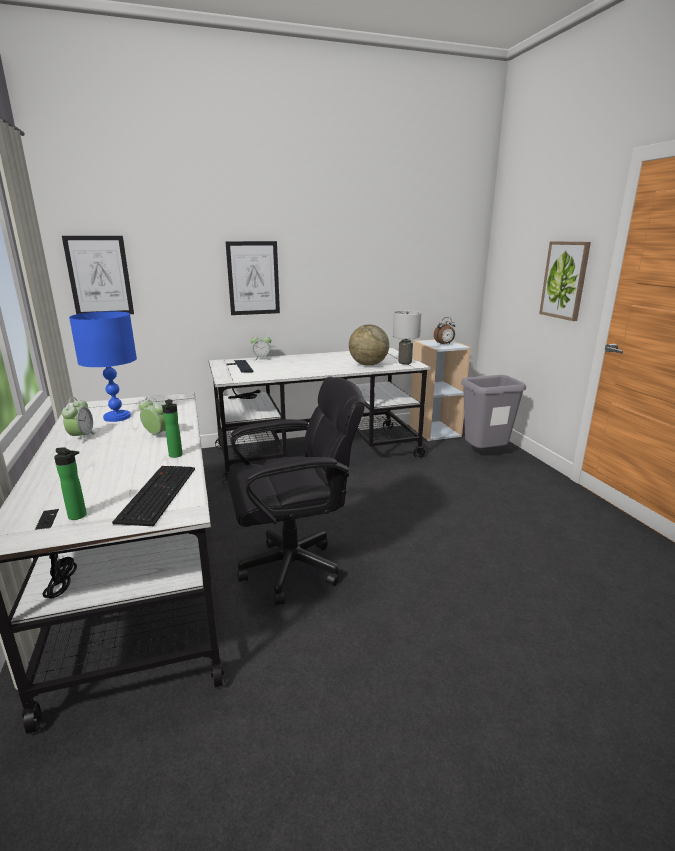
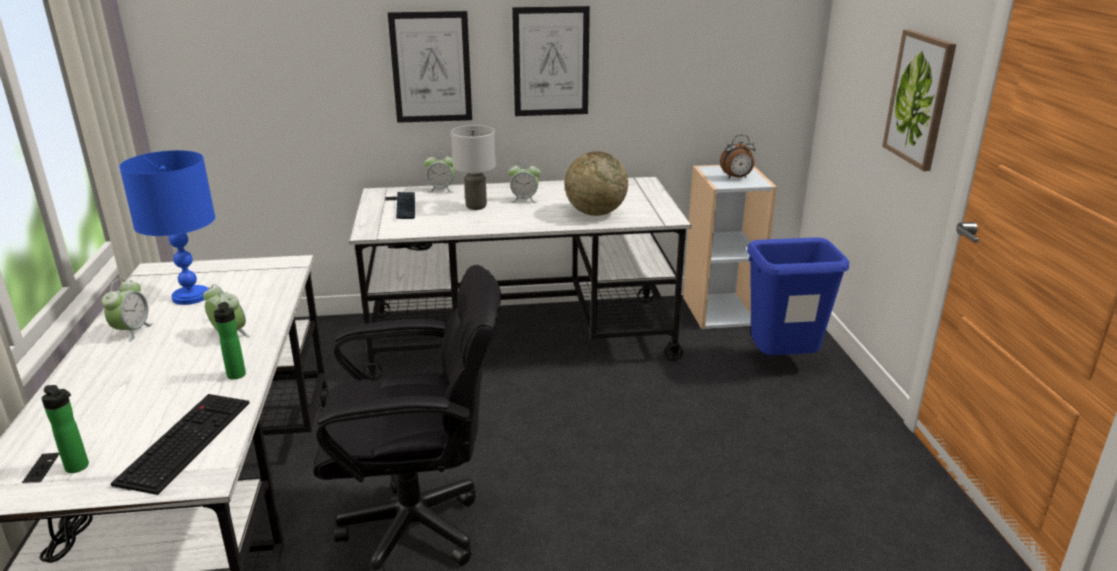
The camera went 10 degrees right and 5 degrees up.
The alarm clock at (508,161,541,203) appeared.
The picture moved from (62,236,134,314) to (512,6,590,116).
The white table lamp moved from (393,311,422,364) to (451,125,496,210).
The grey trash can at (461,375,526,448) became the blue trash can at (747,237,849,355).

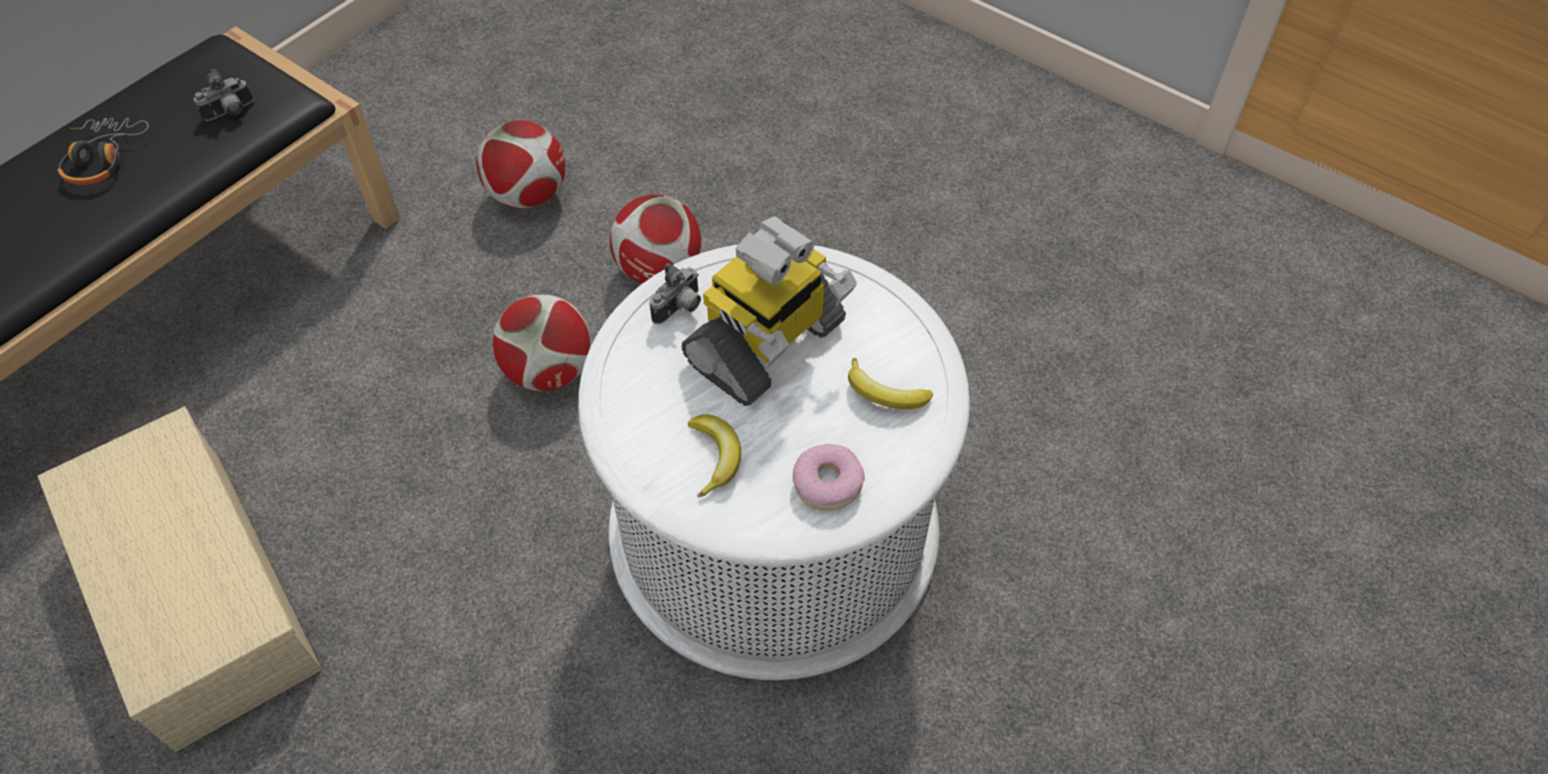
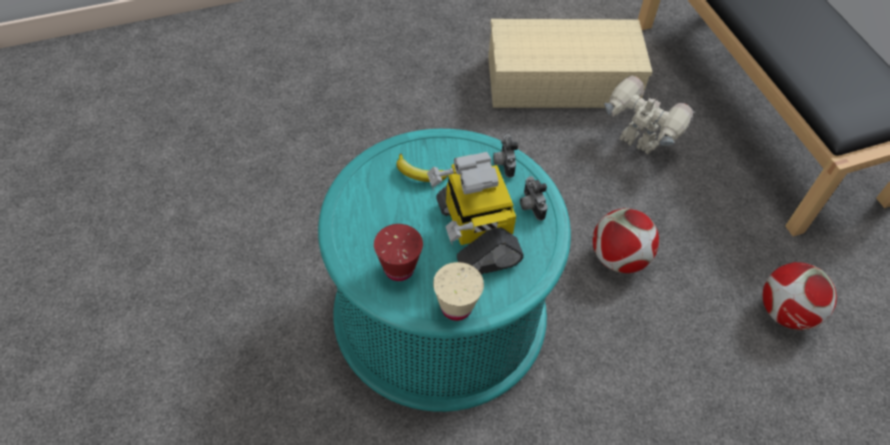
The camera went 120 degrees right and 0 degrees up.
The headphones at (57,118,148,185) disappeared.
The football at (610,194,701,284) disappeared.
The donut at (793,444,865,510) disappeared.
The beige cup at (433,262,484,321) appeared.
The toy robot at (604,76,693,154) appeared.
The photo camera moved from (193,69,254,121) to (493,134,519,178).
The banana at (848,358,933,409) was replaced by the red cup at (374,224,423,281).
The white coffee table at (578,244,970,680) became the turquoise coffee table at (318,129,571,412).

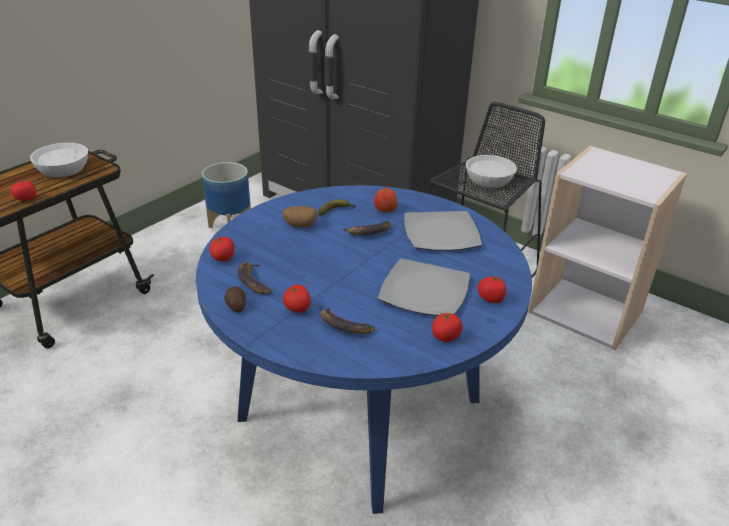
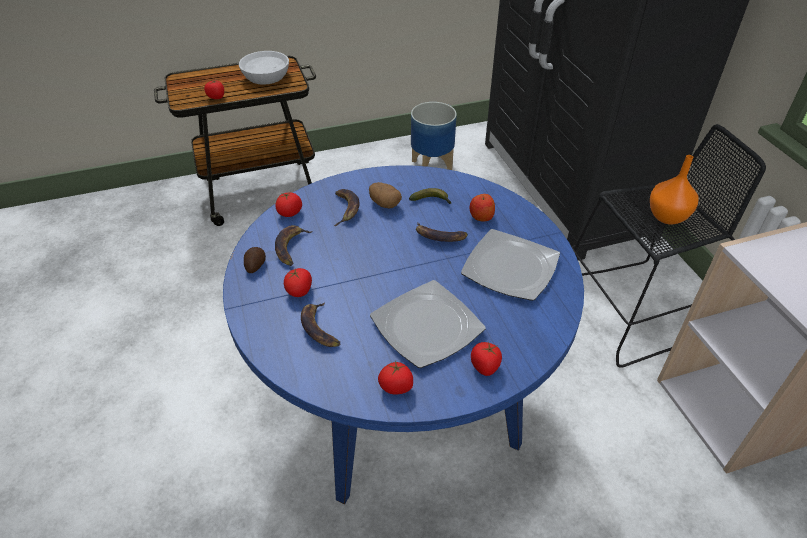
The camera went 35 degrees right and 10 degrees up.
The banana at (334,189,360,226) appeared.
The white bowl at (466,155,517,188) was replaced by the orange vase at (650,155,699,225).

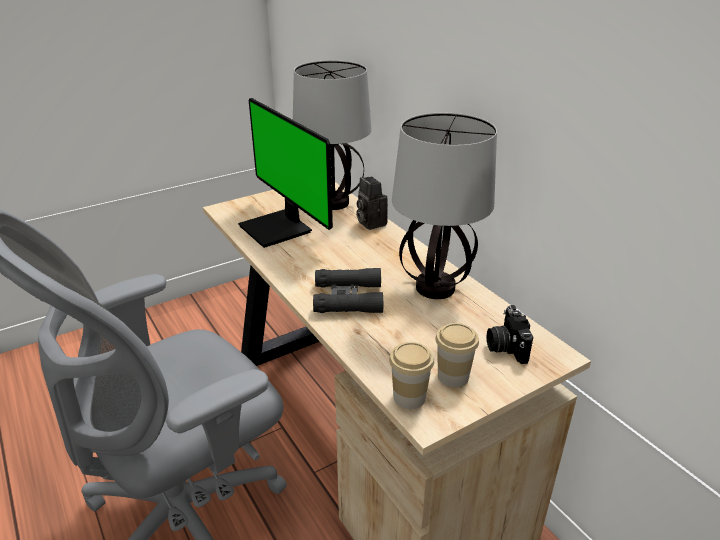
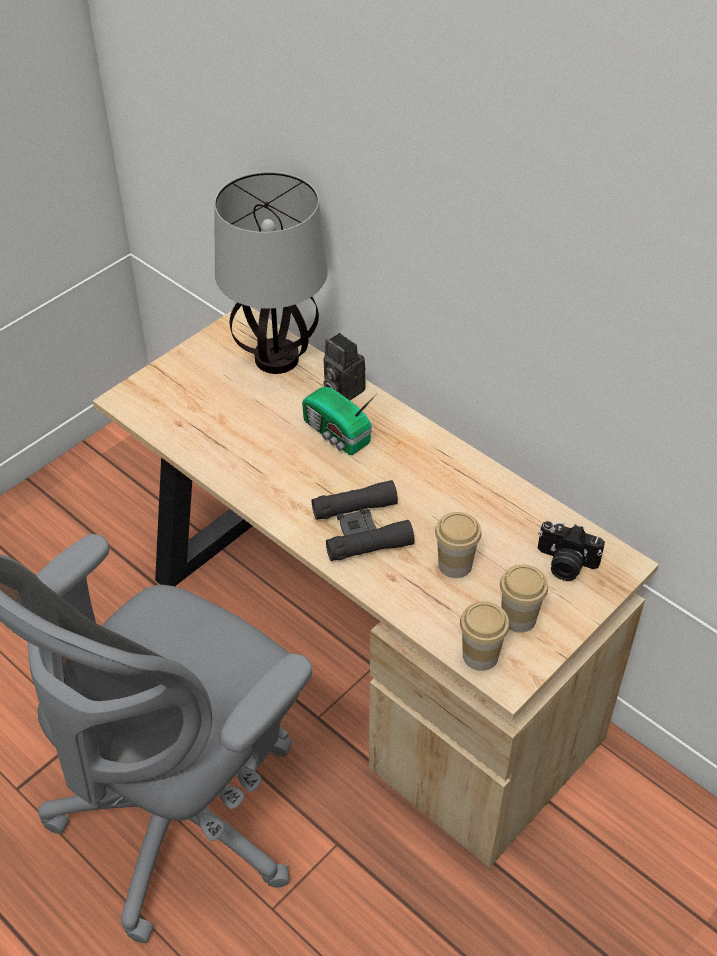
The camera went 15 degrees left and 15 degrees up.
The monitor at (238,98,333,248) disappeared.
The table lamp at (392,113,497,299) disappeared.
The radio at (302,387,376,455) appeared.
The cup at (435,512,482,578) appeared.
The photo camera at (487,305,533,364) turned 45 degrees counterclockwise.

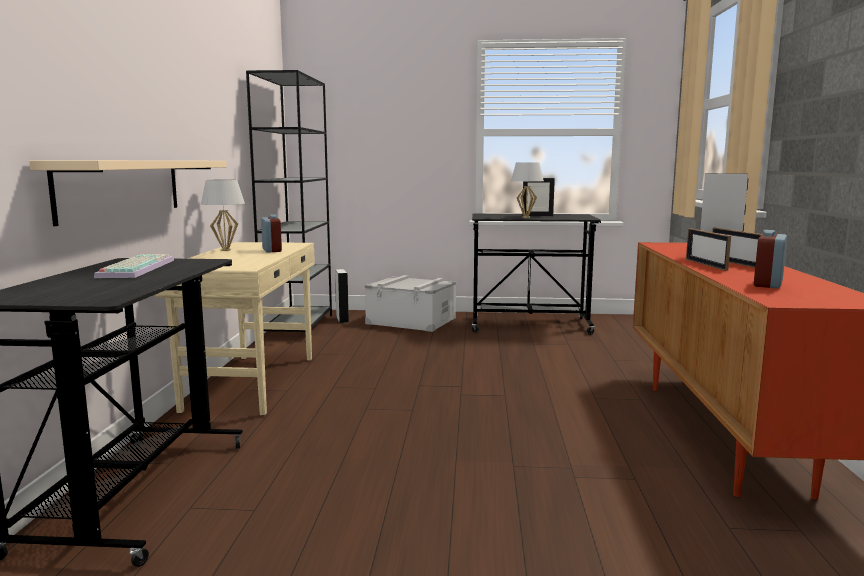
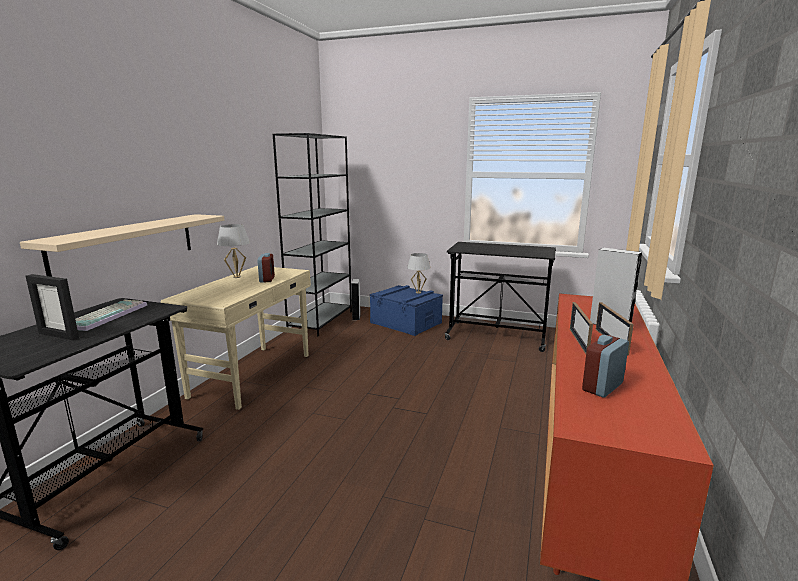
The camera went 15 degrees right and 5 degrees up.
The white table lamp moved from (511,162,544,218) to (407,253,431,294).
The picture frame moved from (522,178,555,216) to (26,274,79,340).
The grey storage box at (365,275,456,332) became the blue storage box at (370,285,443,336).

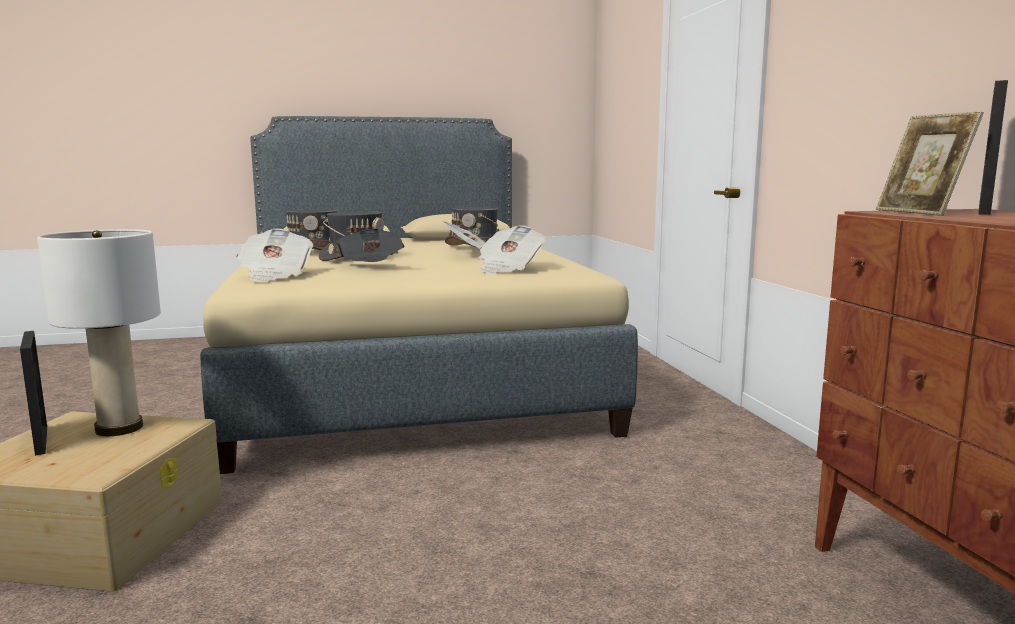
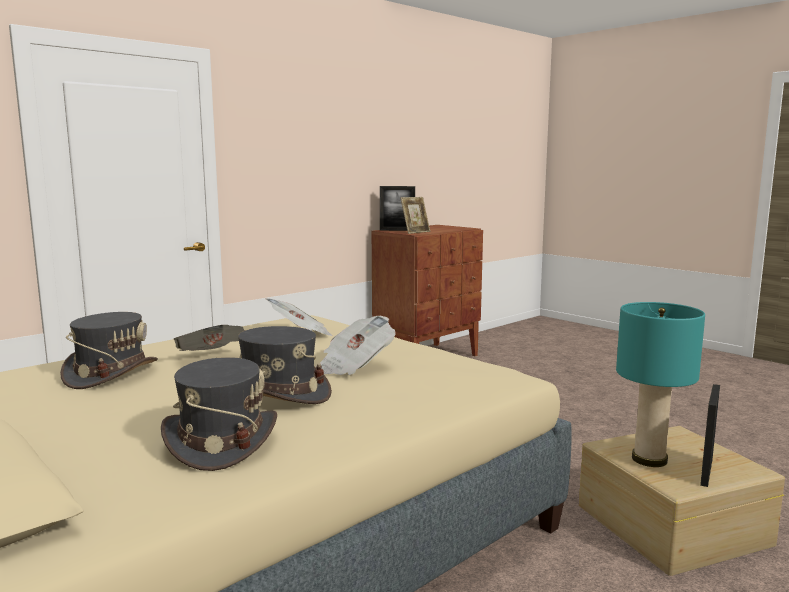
The camera went 120 degrees left and 0 degrees up.
The newspaper at (236,229,314,282) disappeared.
The white table lamp at (37,229,161,436) became the turquoise table lamp at (616,302,705,467).

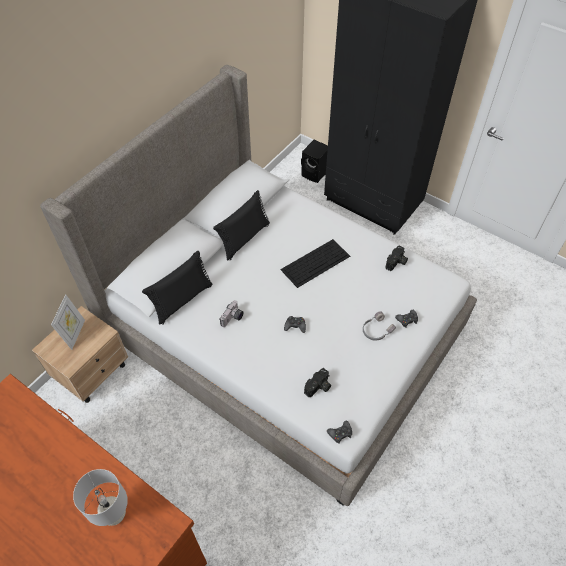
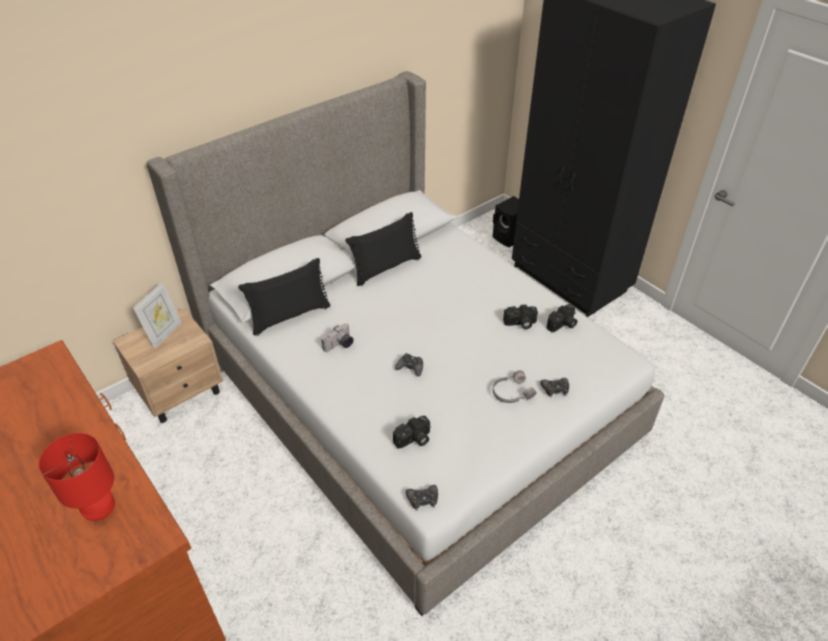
The camera went 15 degrees right and 10 degrees down.
The keyboard at (280,239,350,288) disappeared.
The photo camera at (503,305,538,329) appeared.
The grey table lamp at (73,469,128,526) became the red table lamp at (39,433,115,521).

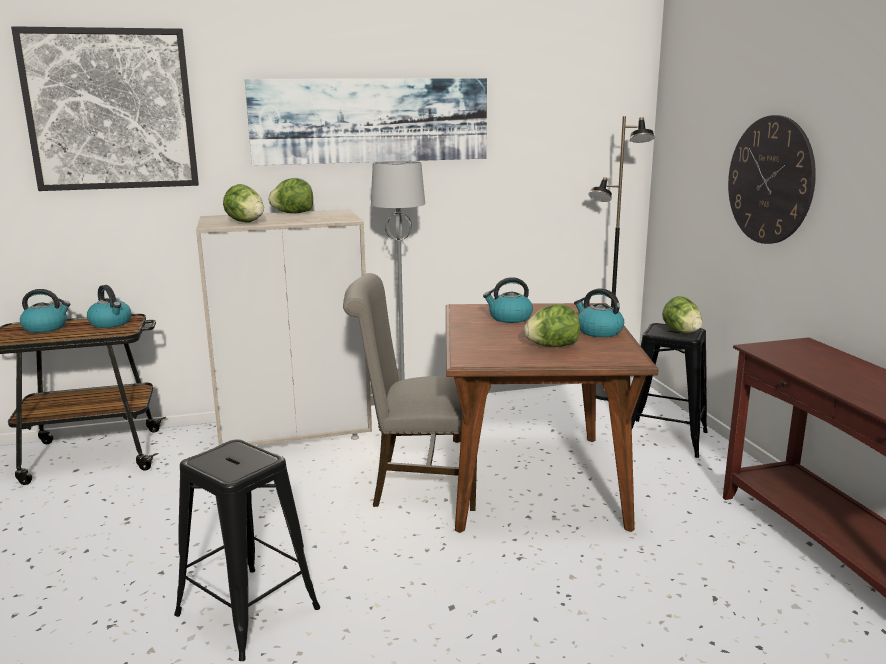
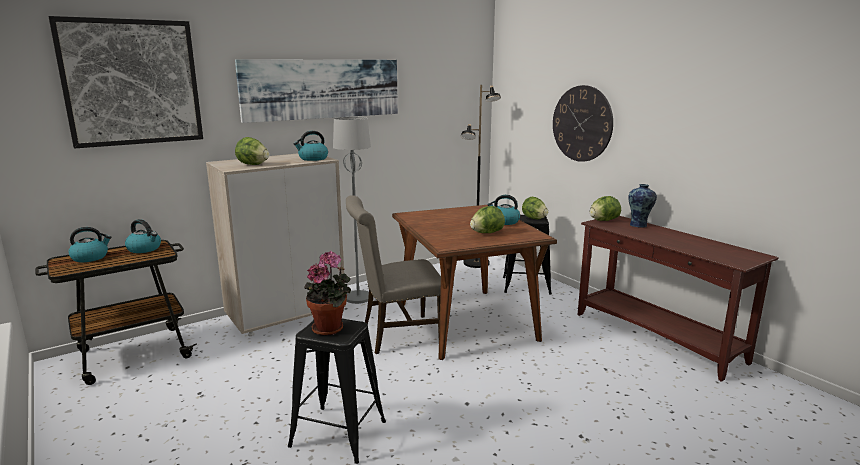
The camera went 20 degrees left and 0 degrees up.
The potted plant at (304,251,351,336) appeared.
The vase at (628,184,657,228) appeared.
The lettuce moved from (269,178,313,213) to (590,196,621,221).
The kettle moved from (483,277,533,323) to (293,131,328,161).

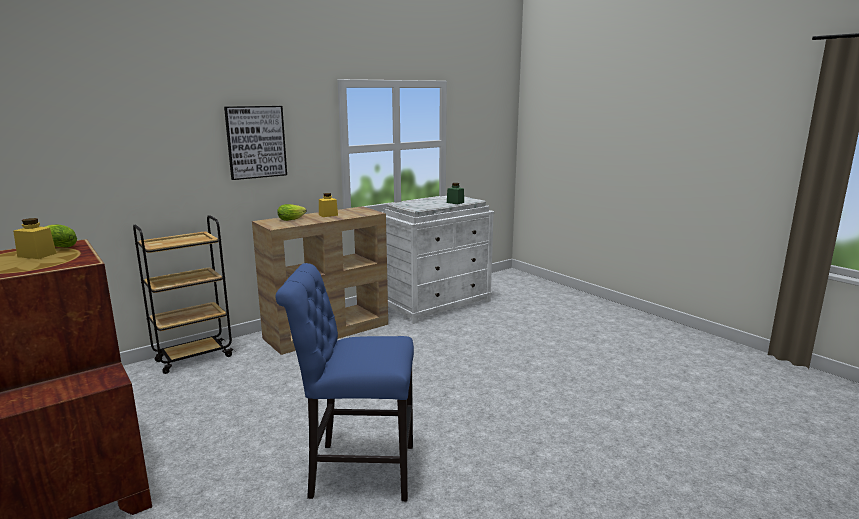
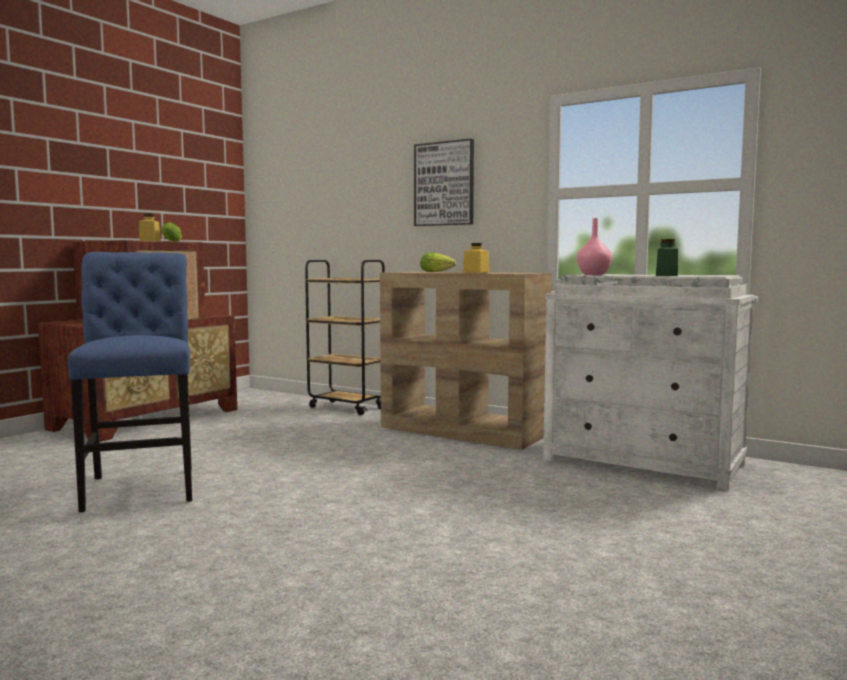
The camera went 70 degrees right and 10 degrees down.
The pink vase at (577,218,612,275) appeared.

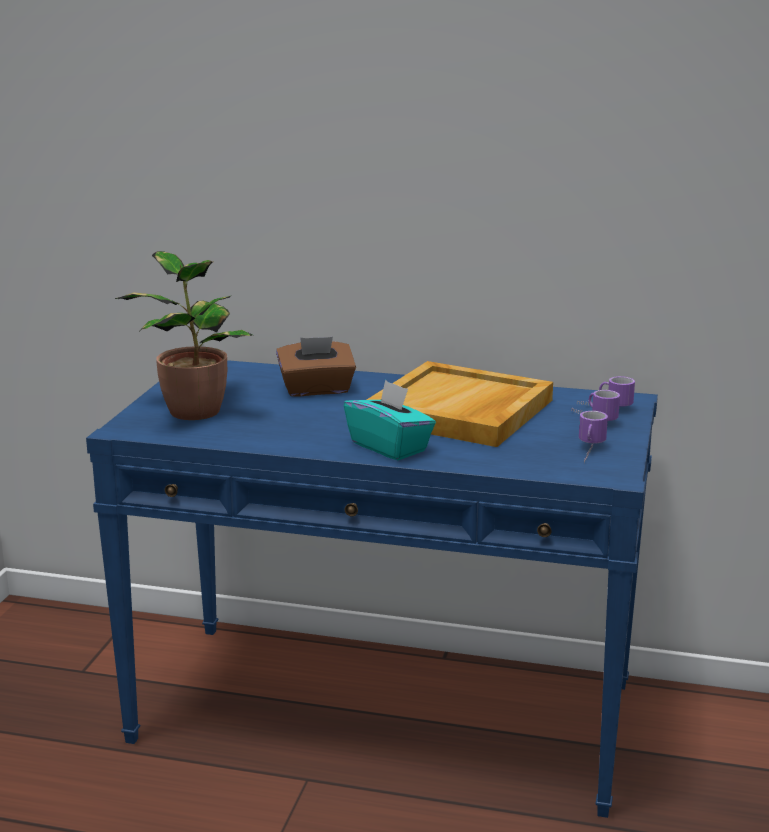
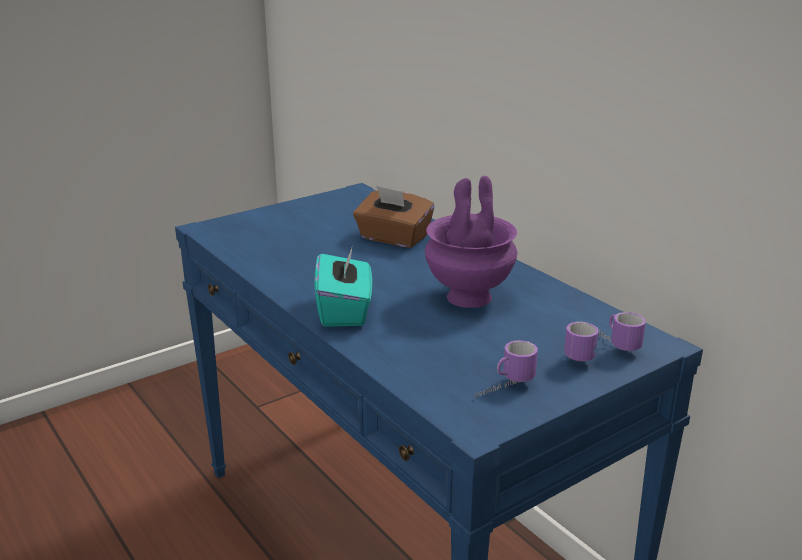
The camera went 40 degrees right and 5 degrees up.
The potted plant at (115,251,254,420) disappeared.
The beige tray at (367,361,553,447) was replaced by the purple vase at (425,176,517,308).

